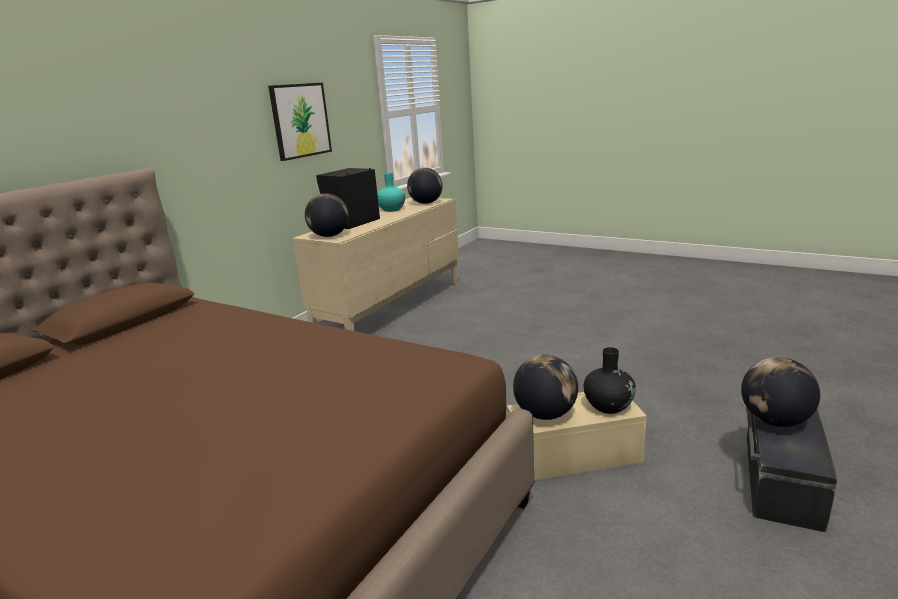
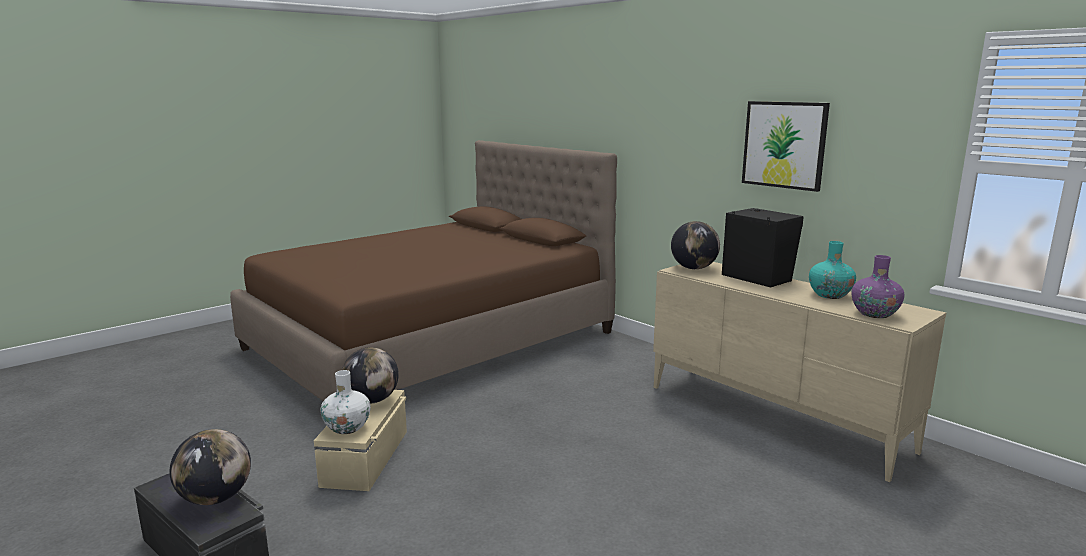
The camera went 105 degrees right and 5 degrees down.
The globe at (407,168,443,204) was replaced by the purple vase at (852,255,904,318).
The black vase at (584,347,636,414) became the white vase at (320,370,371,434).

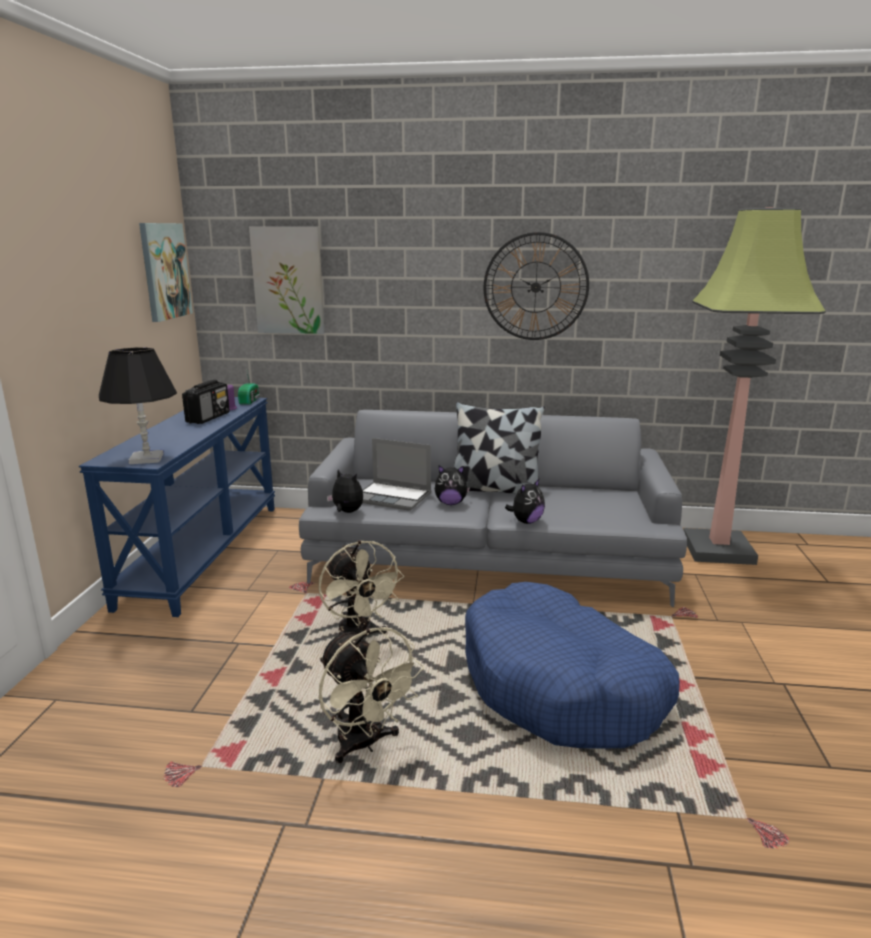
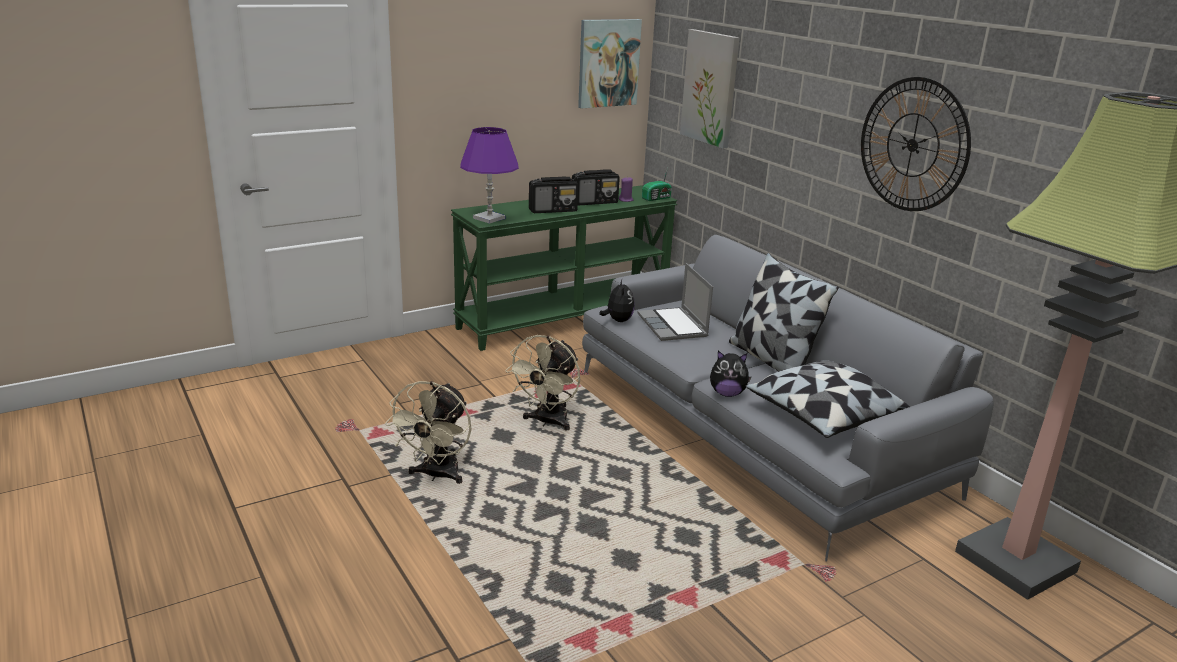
The camera went 50 degrees right and 5 degrees up.
The plush toy at (435,466,470,505) disappeared.
The blue dog bed at (465,582,680,749) disappeared.
The radio at (529,177,578,213) appeared.
The pillow at (746,360,910,438) appeared.
The blue console table at (79,397,275,617) became the green console table at (451,185,677,351).
The black table lamp at (99,348,177,464) became the purple table lamp at (460,127,519,224).

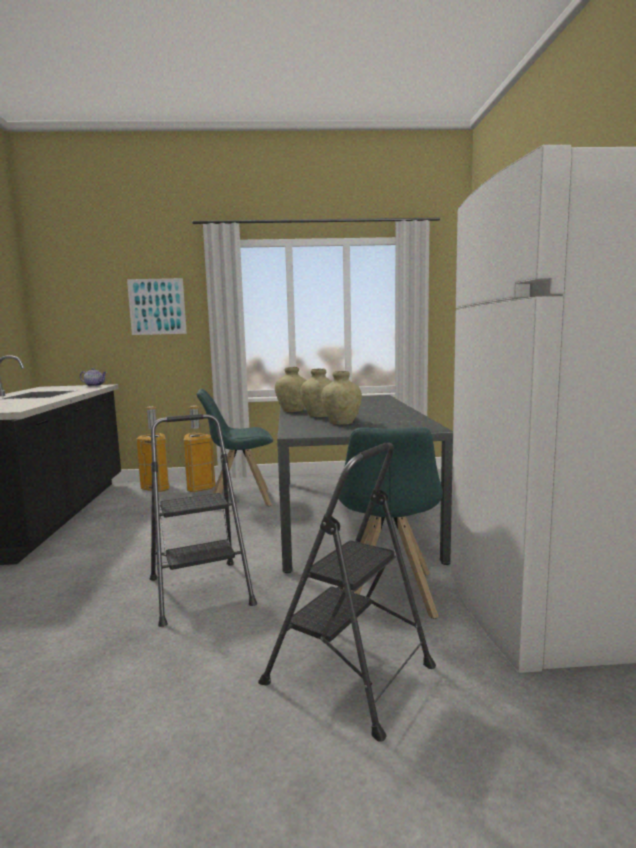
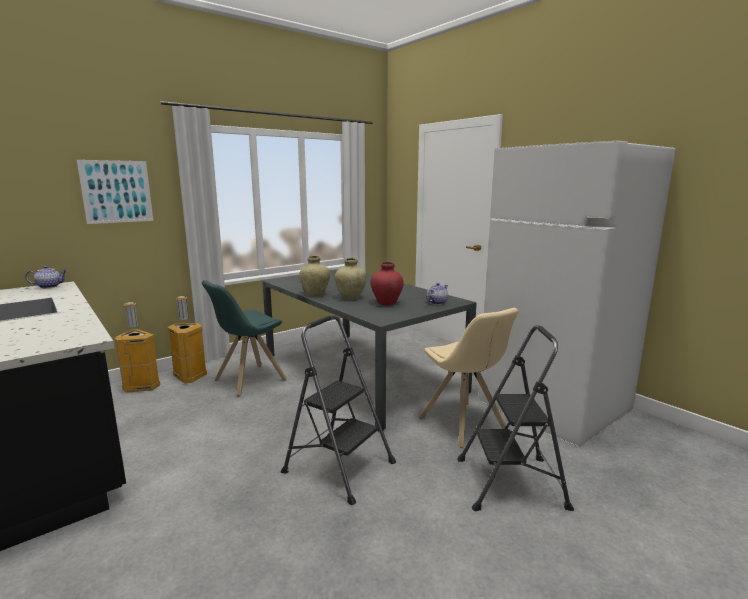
The camera went 35 degrees left and 5 degrees up.
The teapot at (427,283,448,305) appeared.
The beige vase at (321,371,362,425) became the red vase at (371,262,404,305).
The turquoise chair at (338,427,443,619) became the beige chair at (419,308,518,448).

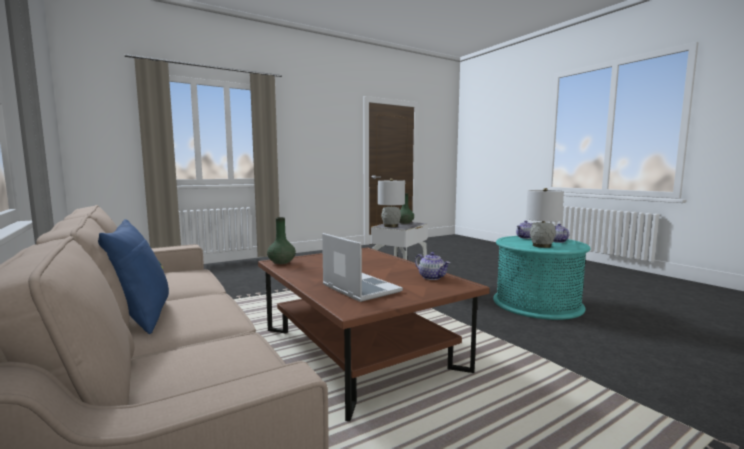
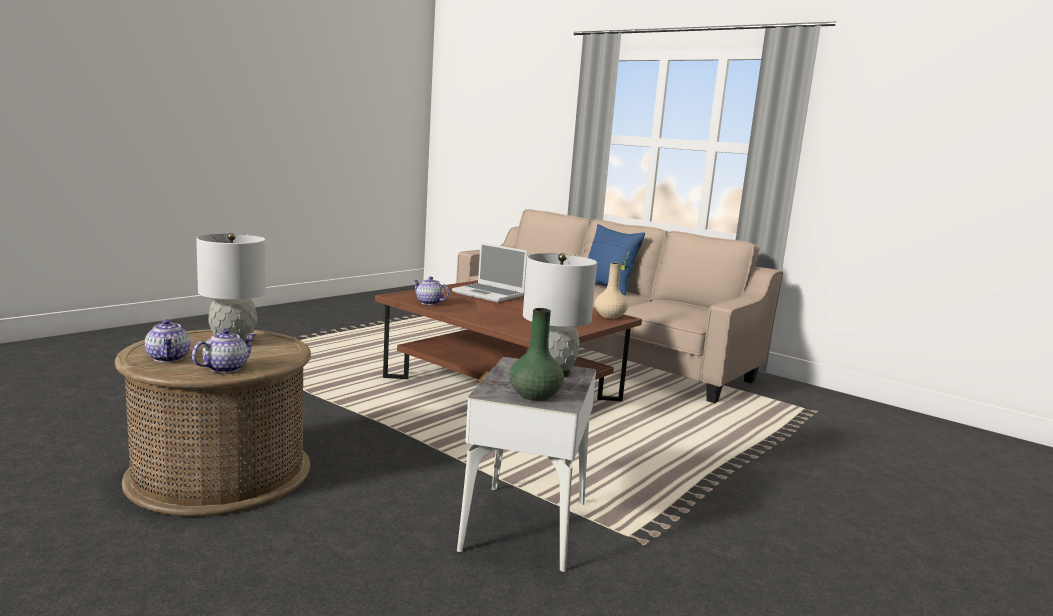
The camera went 160 degrees right and 5 degrees up.
The green vase at (267,217,296,264) became the beige vase at (595,262,628,319).
The turquoise coffee table at (493,236,591,320) became the brown coffee table at (115,329,311,516).

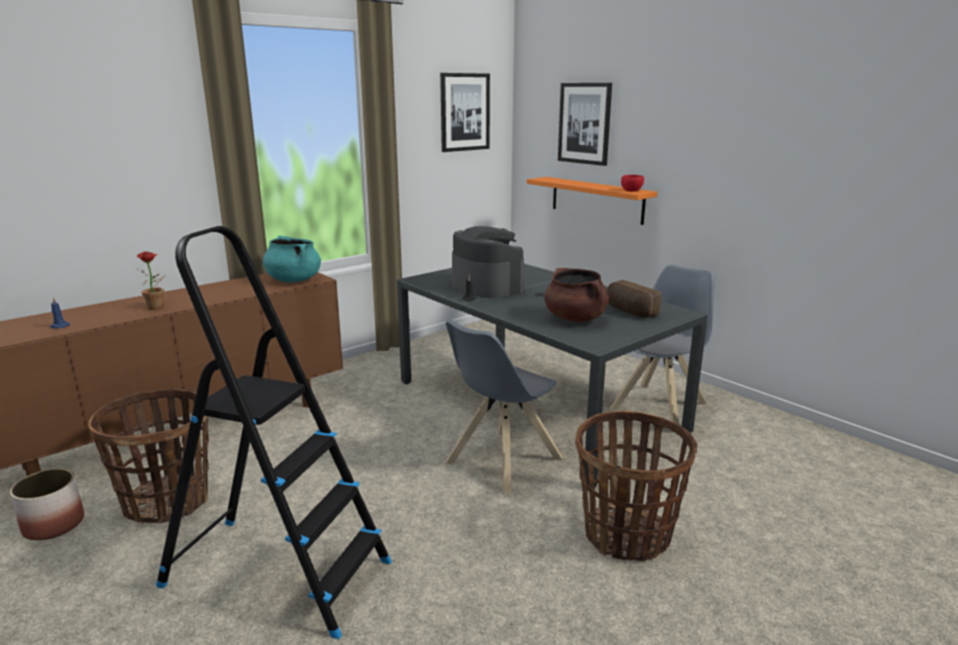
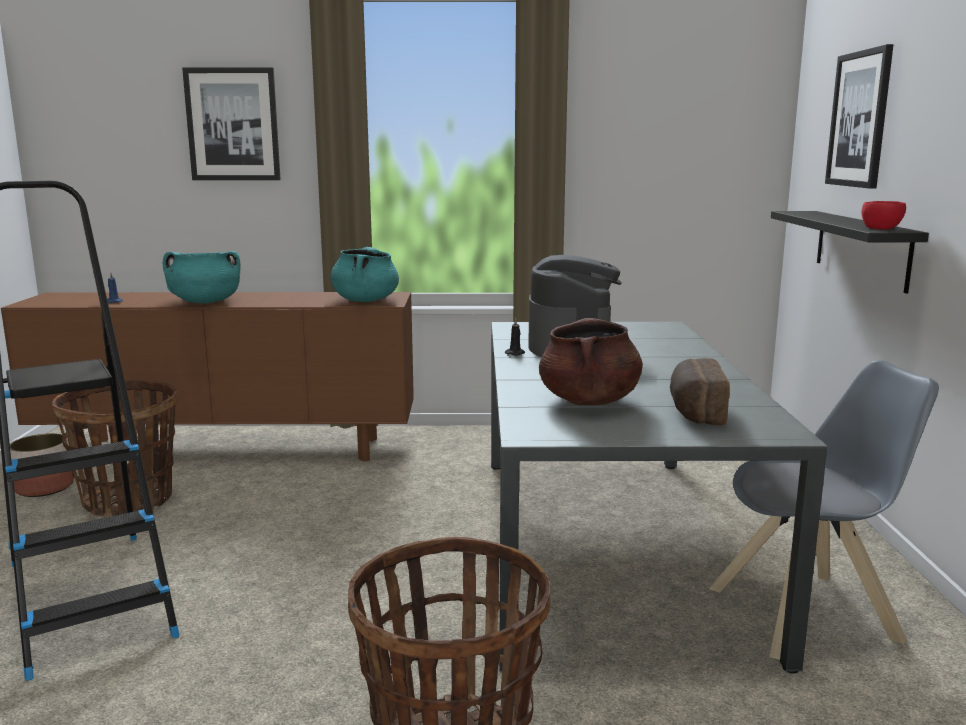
The camera went 40 degrees right and 5 degrees down.
The grey chair at (446,320,562,495) disappeared.
The picture moved from (440,73,490,152) to (182,67,281,180).
The potted plant at (136,252,166,310) was replaced by the turquoise cooking pot at (163,251,241,303).
The orange shelf at (527,177,657,225) became the black shelf at (771,211,929,294).

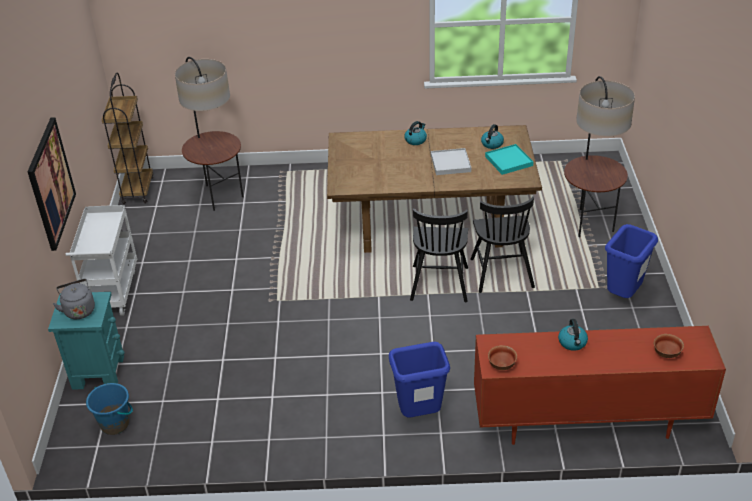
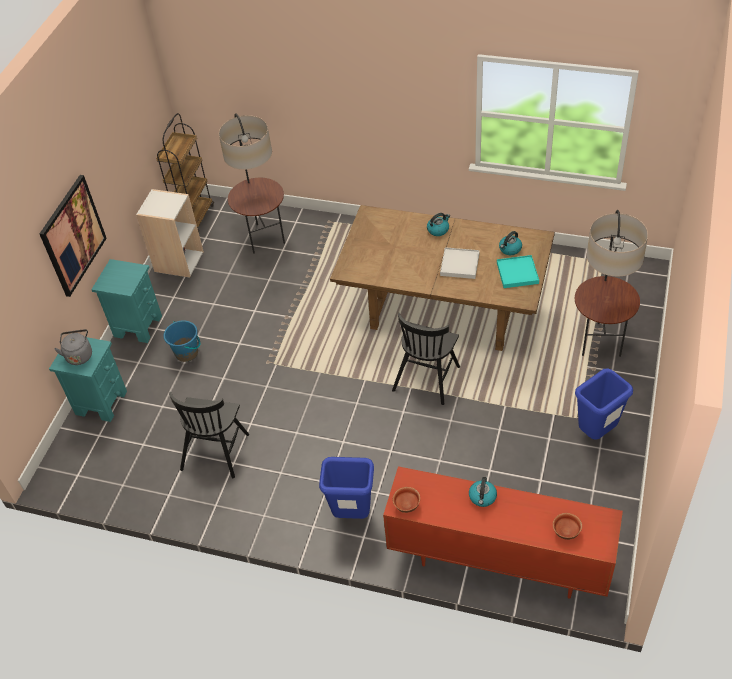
The camera went 20 degrees right and 10 degrees up.
The bookcase at (136,189,204,278) appeared.
The blue bucket moved from (86,383,133,435) to (163,320,200,362).
The black chair moved from (470,197,535,293) to (169,391,249,478).
The white cart at (66,205,137,316) was replaced by the turquoise nightstand at (91,259,162,343).

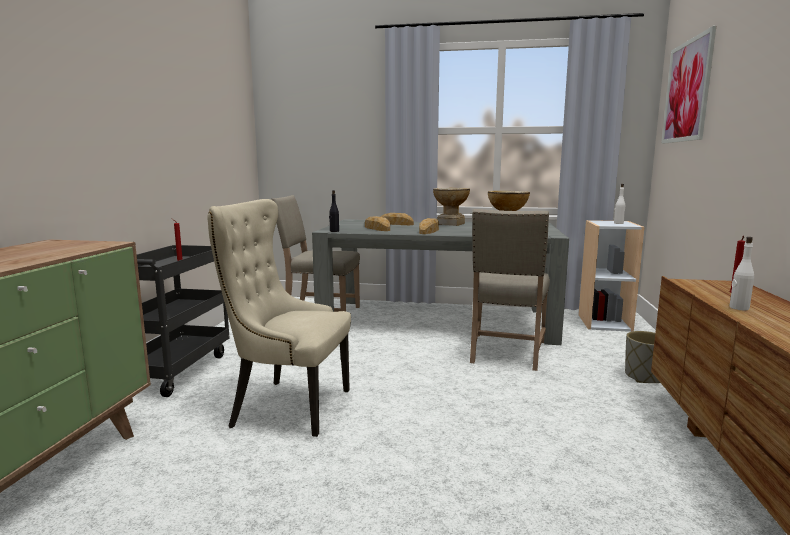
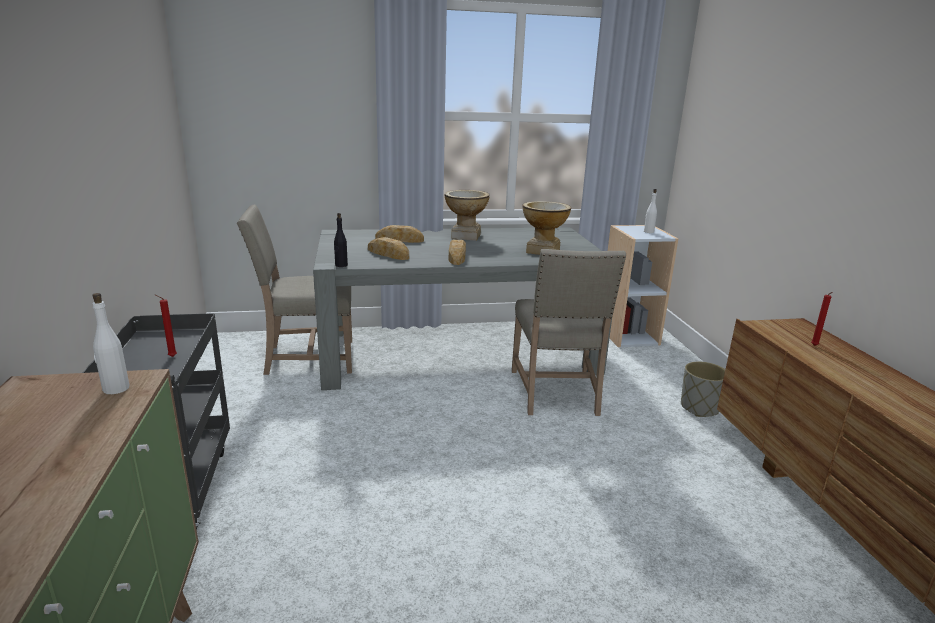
The camera went 20 degrees left and 10 degrees up.
The beige chair at (207,199,351,437) disappeared.
The picture at (661,26,716,144) disappeared.
The white bottle moved from (729,237,754,310) to (92,293,130,394).

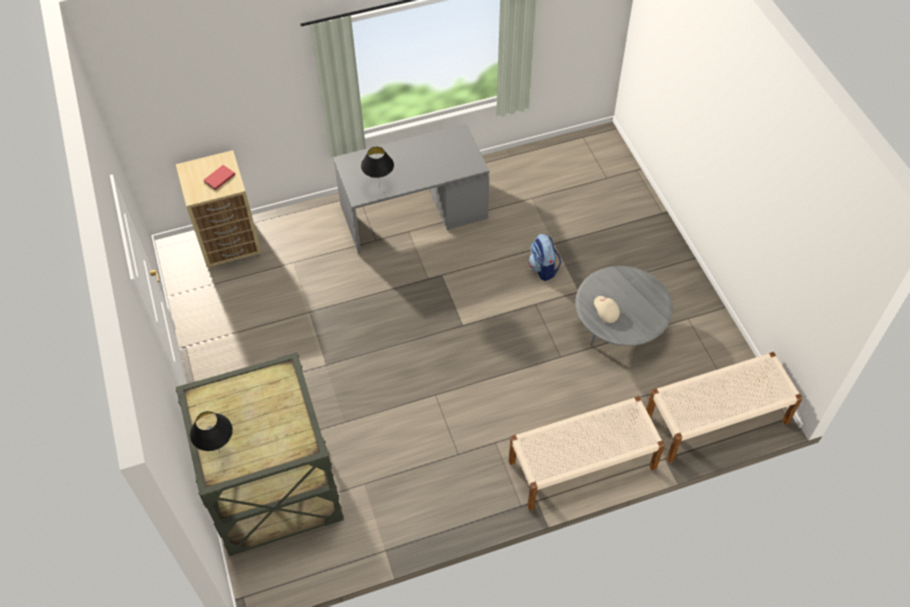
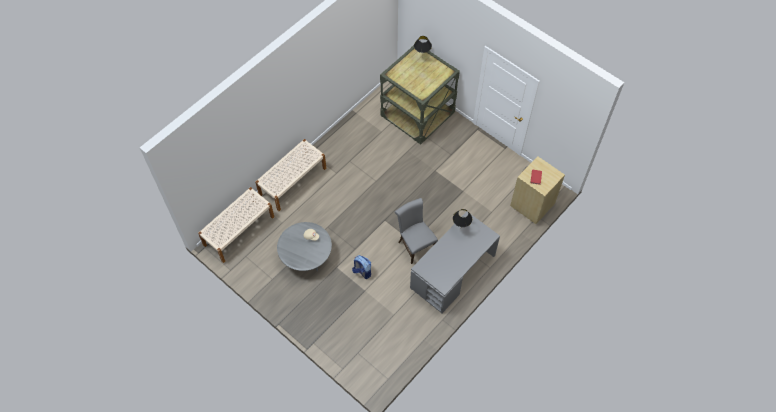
The camera went 150 degrees right and 5 degrees up.
The grey chair at (395,198,438,264) appeared.

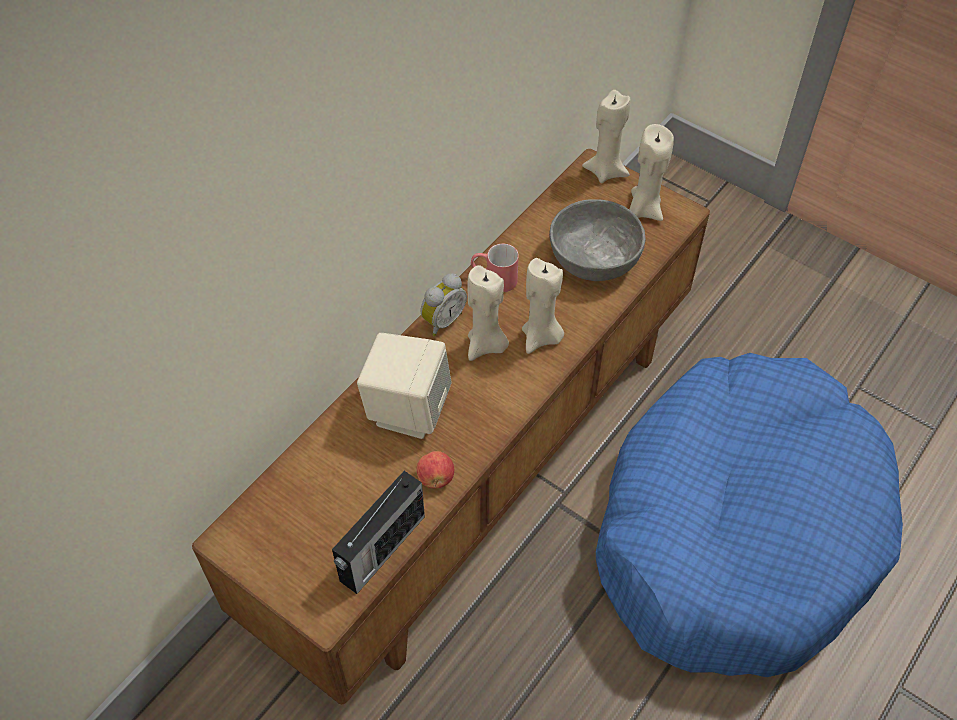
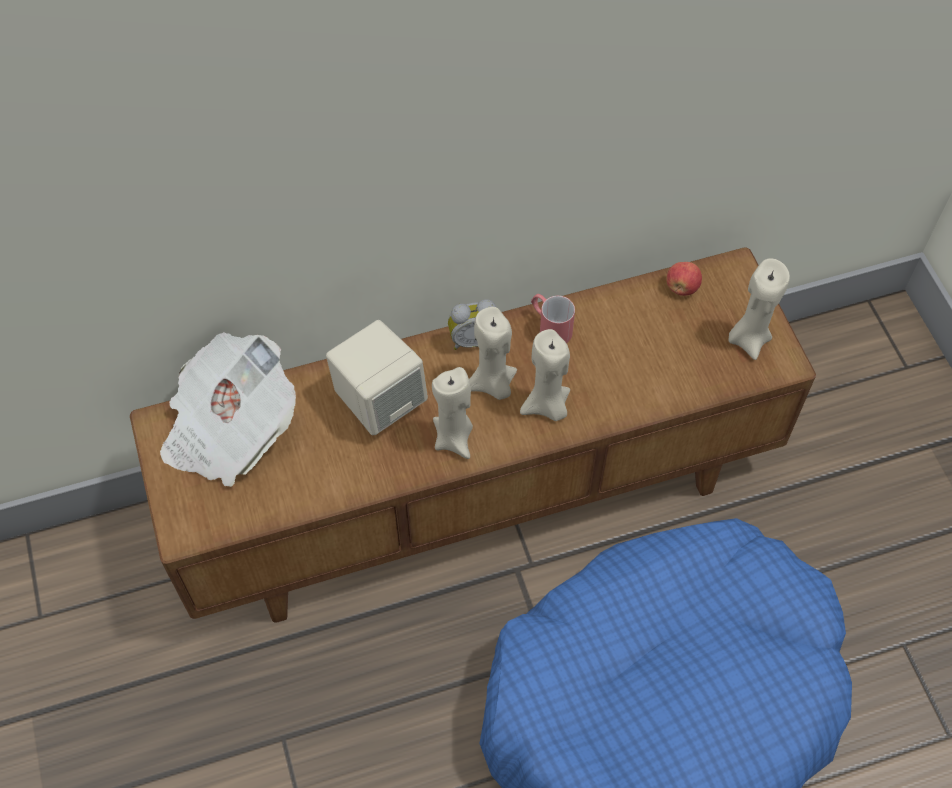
The camera went 35 degrees right and 5 degrees up.
The radio at (332,471,425,594) disappeared.
The grey bowl at (549,199,646,281) disappeared.
The newspaper at (160,332,296,487) appeared.
The apple moved from (416,451,454,488) to (666,262,702,296).
The beige candle moved from (582,90,631,183) to (432,367,473,459).

